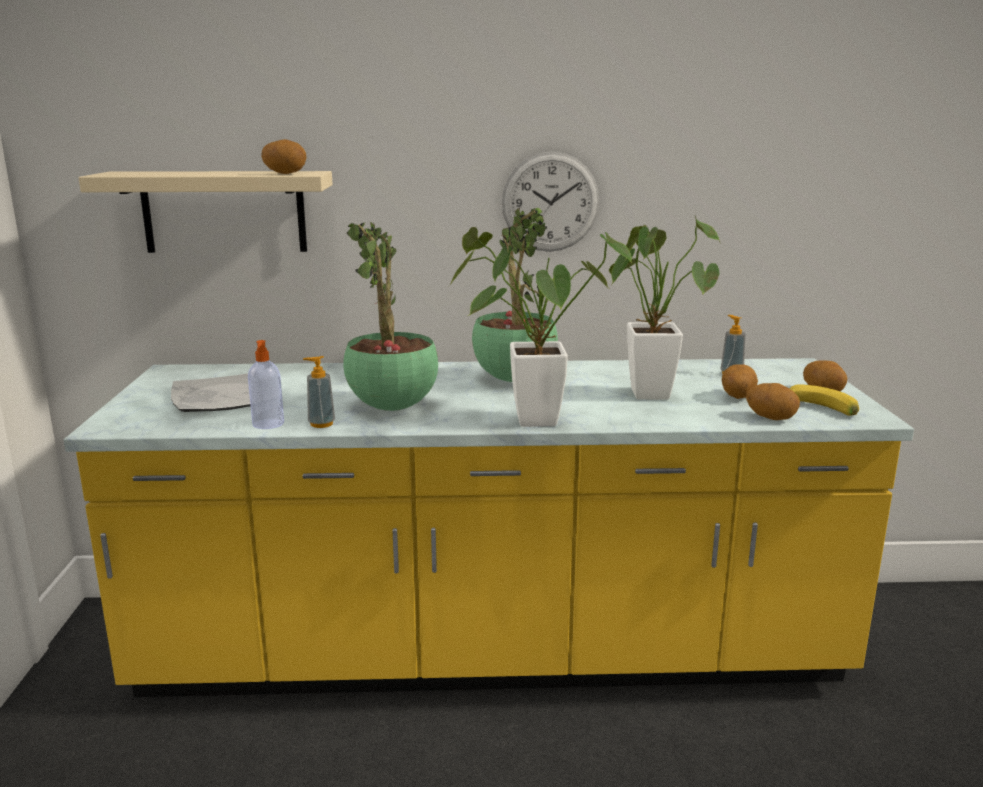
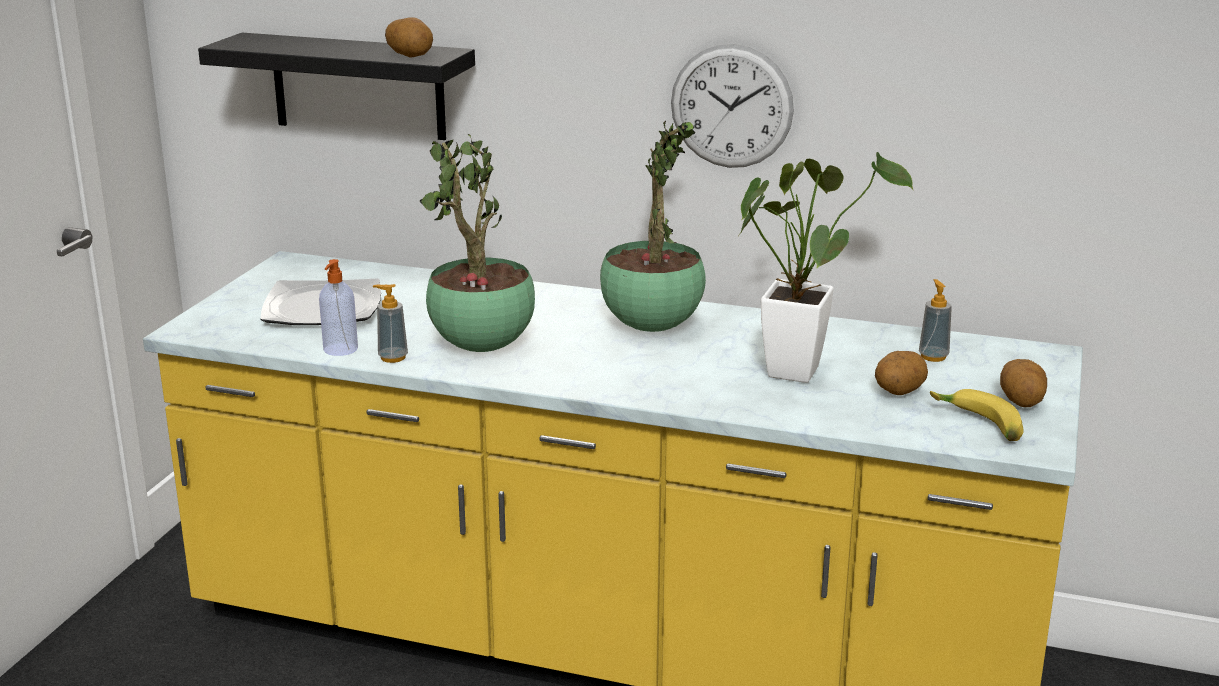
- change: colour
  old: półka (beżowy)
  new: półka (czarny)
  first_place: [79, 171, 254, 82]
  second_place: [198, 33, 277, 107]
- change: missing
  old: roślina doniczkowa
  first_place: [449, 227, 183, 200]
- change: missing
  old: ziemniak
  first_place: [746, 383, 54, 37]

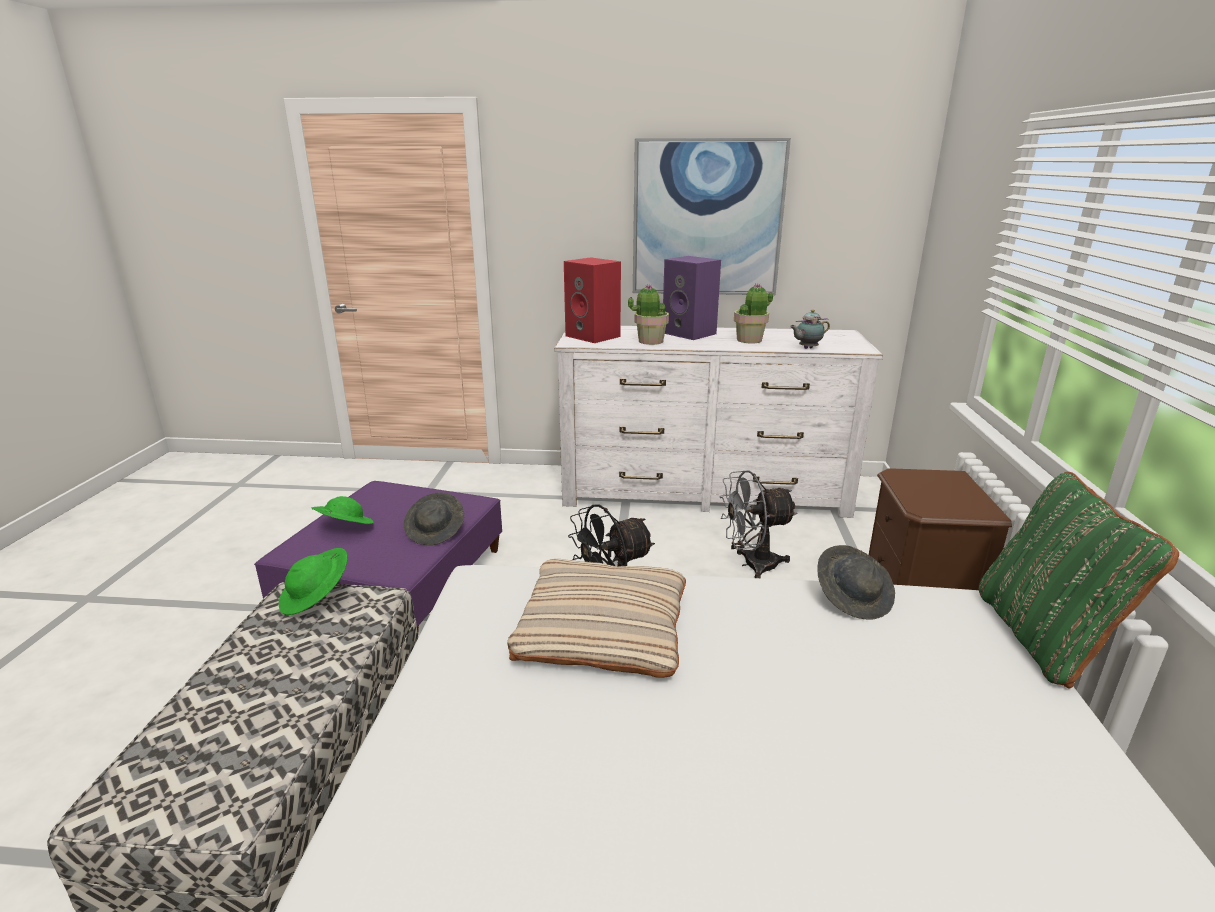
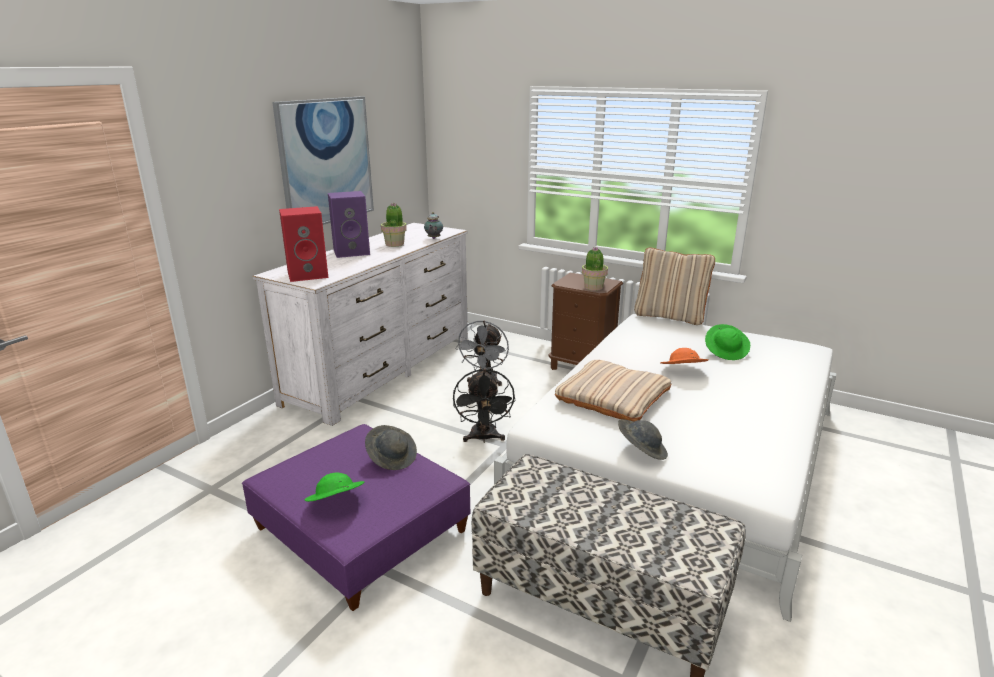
- change: relocated
  old: kapelusz (zielony)
  first_place: [279, 548, 68, 67]
  second_place: [705, 324, 45, 36]
- change: relocated
  old: roślina doniczkowa
  first_place: [628, 284, 41, 61]
  second_place: [582, 247, 26, 44]
- change: relocated
  old: kapelusz (szary)
  first_place: [817, 545, 78, 75]
  second_place: [618, 419, 50, 41]
- change: colour
  old: poduszka (zielony)
  new: poduszka (beżowy)
  first_place: [979, 472, 200, 217]
  second_place: [634, 248, 81, 77]
- change: appeared
  new: kapelusz (pomarańczowy)
  second_place: [660, 348, 49, 16]

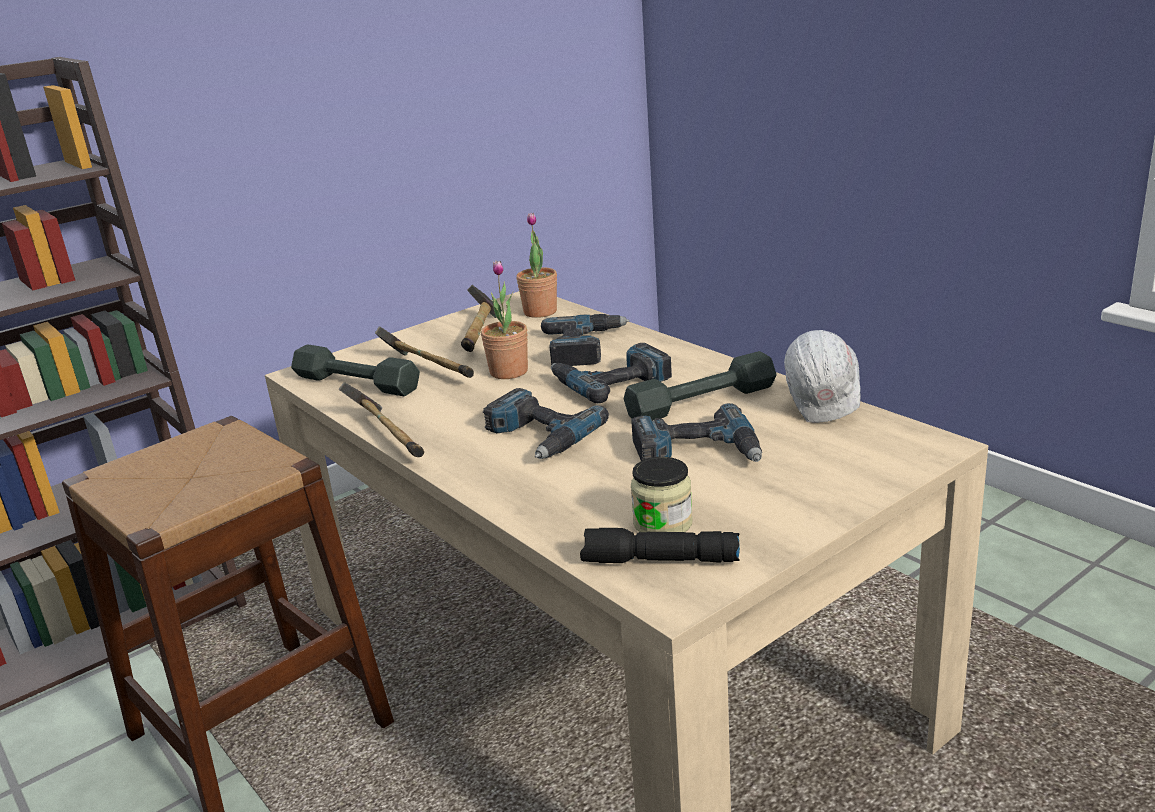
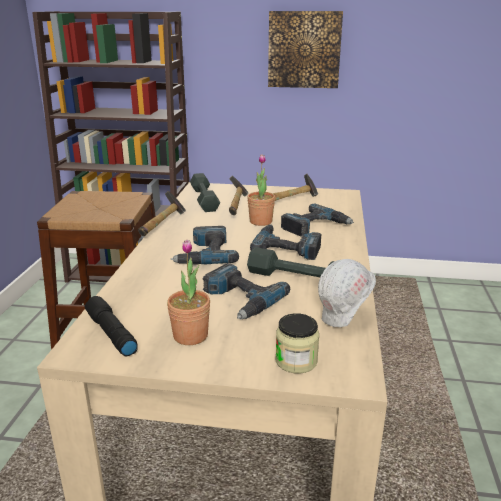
- change: relocated
  old: roślina doniczkowa
  first_place: [516, 212, 41, 106]
  second_place: [167, 240, 43, 105]
- change: relocated
  old: słoik
  first_place: [631, 457, 62, 75]
  second_place: [276, 313, 44, 61]
- change: appeared
  new: obraz
  second_place: [268, 11, 75, 77]

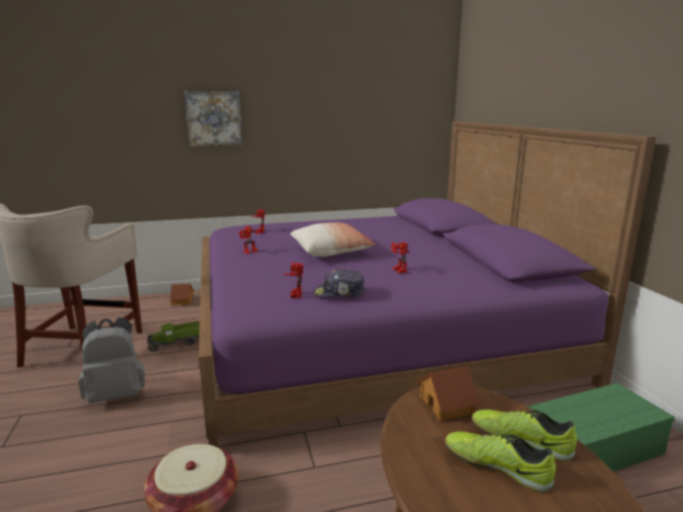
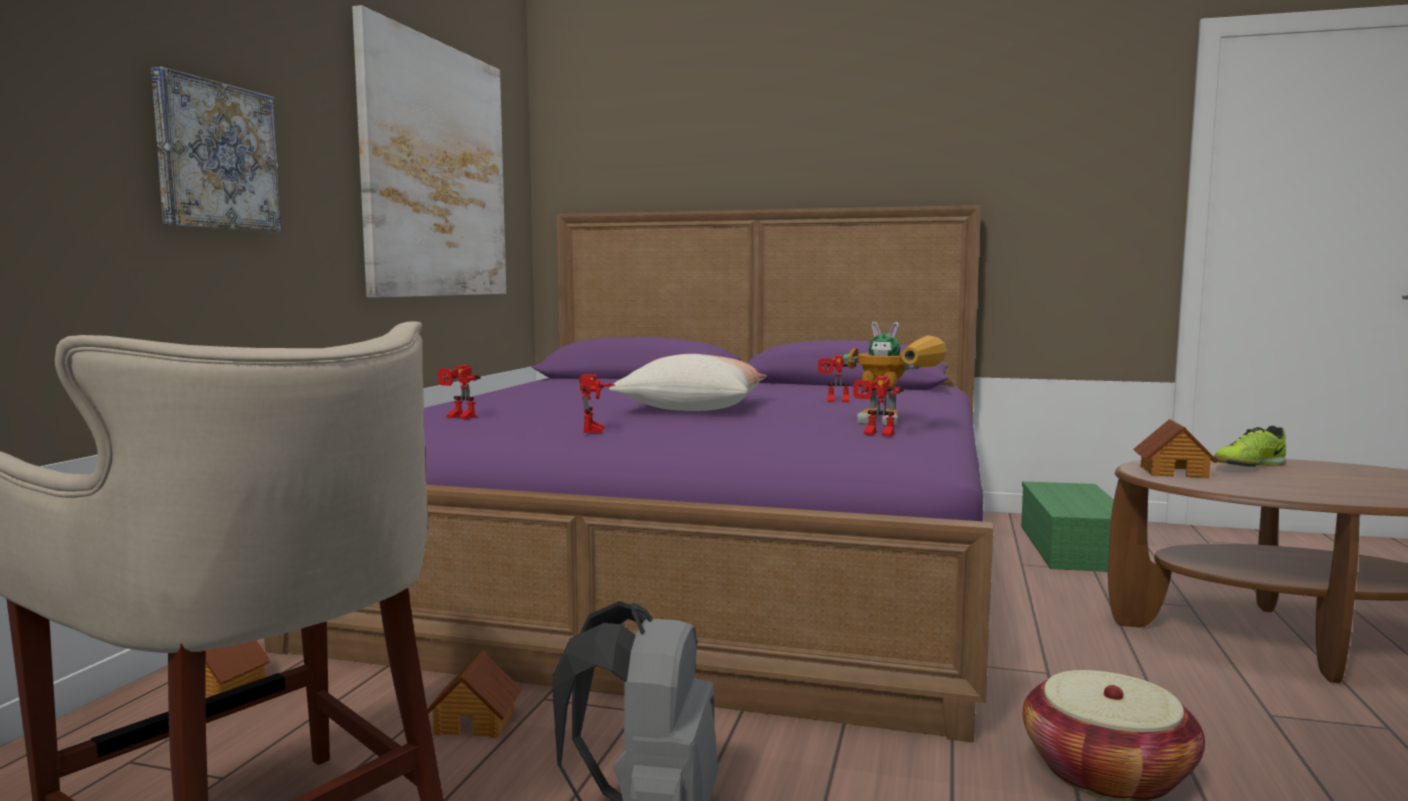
- change: exchanged
  old: ciężarówka zabawkowa
  new: domek
  first_place: [146, 321, 54, 31]
  second_place: [428, 650, 94, 88]
- change: exchanged
  old: czapka z daszkiem
  new: robot zabawkowy
  first_place: [313, 269, 52, 28]
  second_place: [843, 322, 104, 103]
- change: missing
  old: but
  first_place: [445, 432, 111, 60]
- change: appeared
  new: obraz
  second_place: [352, 5, 154, 293]

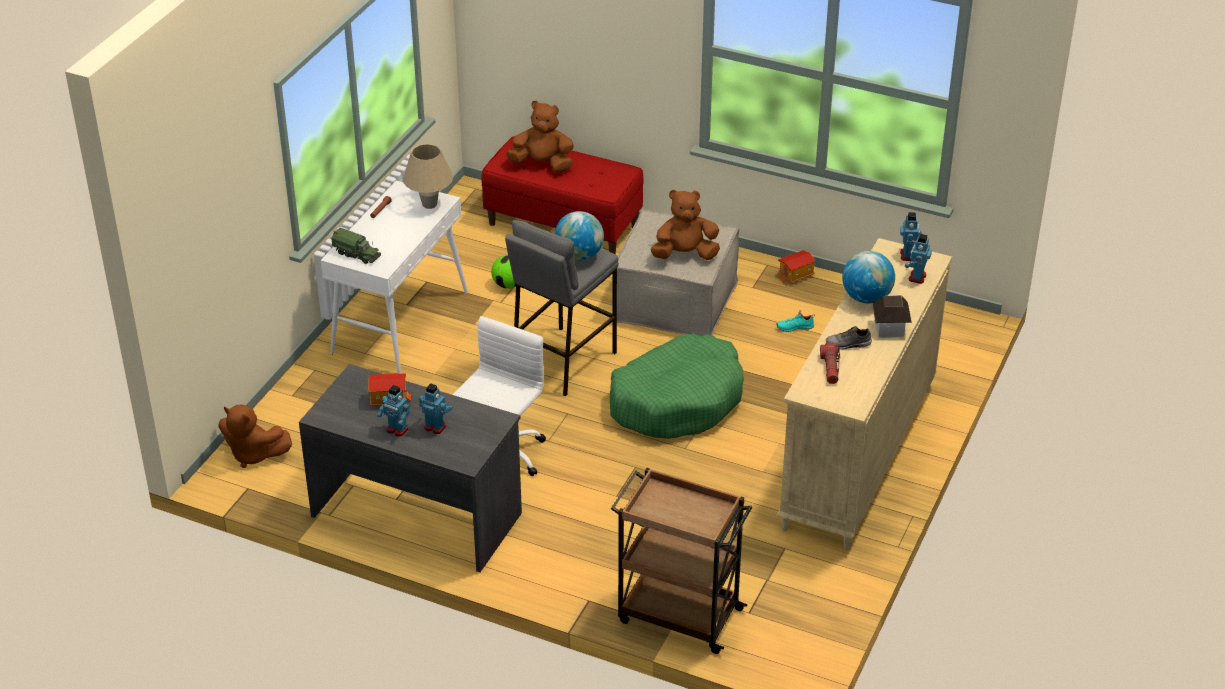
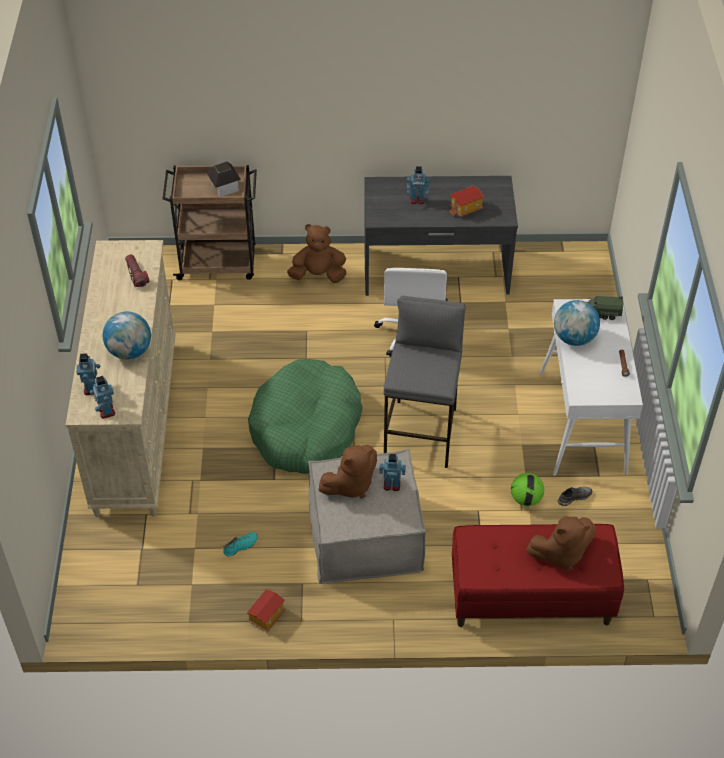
- change: relocated
  old: pluszak (brązowy)
  first_place: [218, 405, 74, 63]
  second_place: [287, 224, 59, 59]
- change: relocated
  old: robot zabawkowy
  first_place: [377, 385, 33, 51]
  second_place: [379, 454, 27, 37]
- change: missing
  old: lampa stołowa (beżowy)
  first_place: [403, 144, 50, 65]
- change: relocated
  old: globus
  first_place: [555, 211, 49, 50]
  second_place: [554, 300, 46, 46]
- change: relocated
  old: but (szary)
  first_place: [826, 326, 46, 24]
  second_place: [558, 487, 34, 19]
- change: relocated
  old: domek
  first_place: [872, 295, 40, 43]
  second_place: [206, 162, 35, 35]

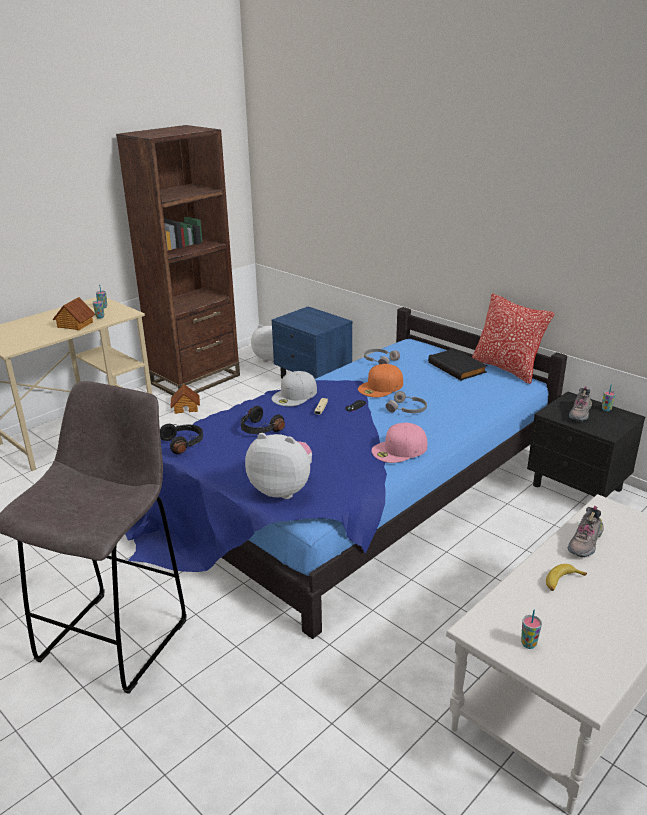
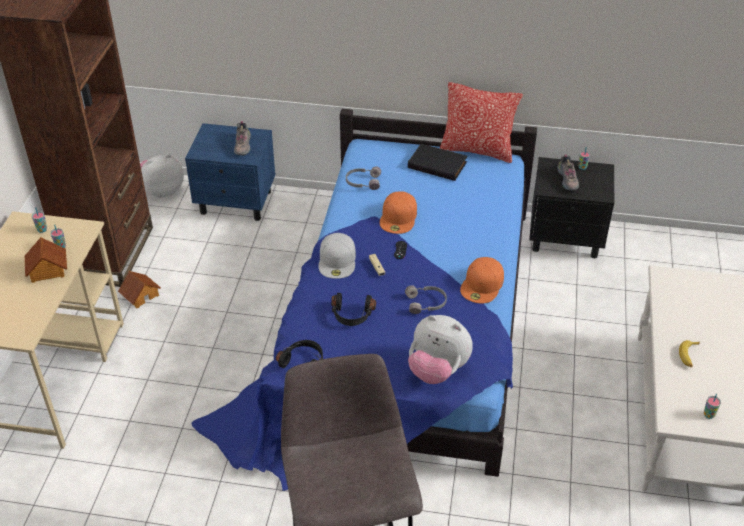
- change: spun
  old: pluszak
  first_place: [245, 433, 67, 66]
  second_place: [408, 315, 65, 69]
  degrees: -135
- change: colour
  old: czapka z daszkiem (różowy)
  new: czapka z daszkiem (pomarańczowy)
  first_place: [371, 423, 56, 40]
  second_place: [460, 257, 44, 47]
- change: relocated
  old: słuchawki (szary)
  first_place: [386, 391, 41, 22]
  second_place: [405, 285, 42, 29]
- change: relocated
  old: but
  first_place: [568, 506, 36, 52]
  second_place: [234, 121, 17, 35]

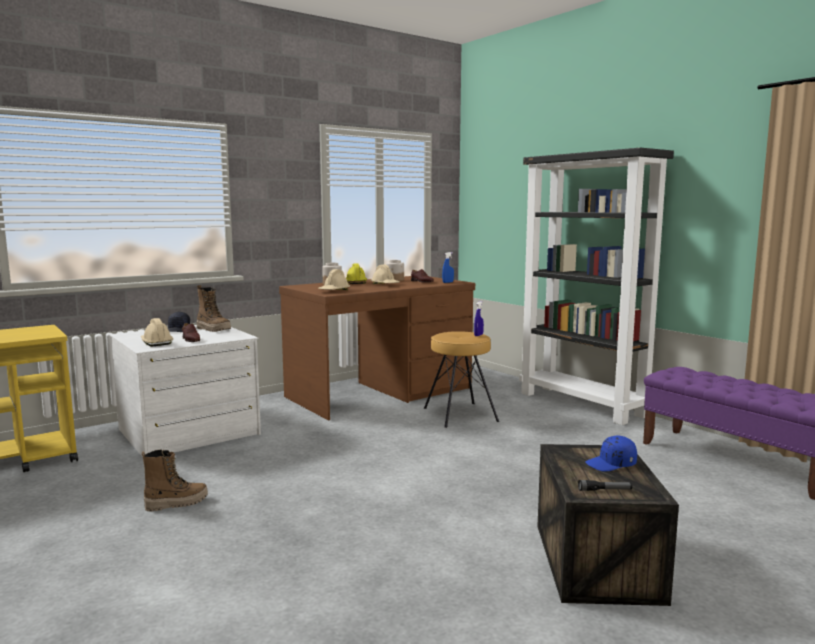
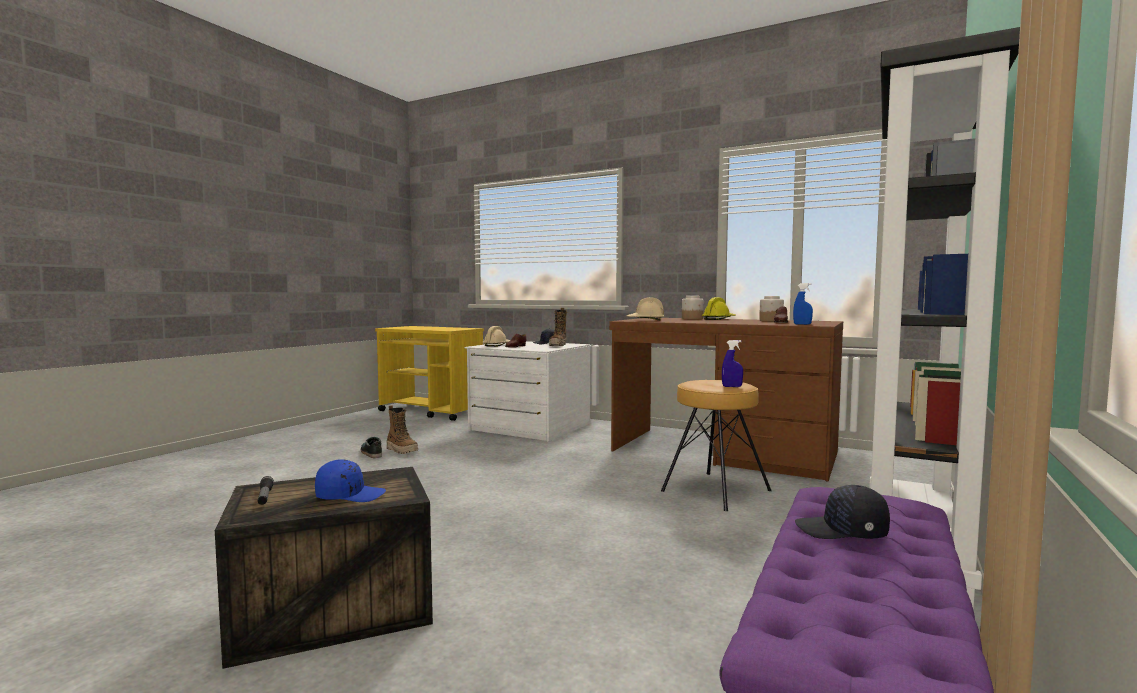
- change: missing
  old: kask (beżowy)
  first_place: [371, 265, 29, 19]
- change: spun
  old: czapka z daszkiem (niebieski)
  first_place: [585, 436, 52, 35]
  second_place: [315, 459, 71, 43]
  degrees: 120
- change: appeared
  new: but
  second_place: [361, 437, 21, 21]
- change: appeared
  new: czapka z daszkiem (czarny)
  second_place: [795, 485, 95, 54]

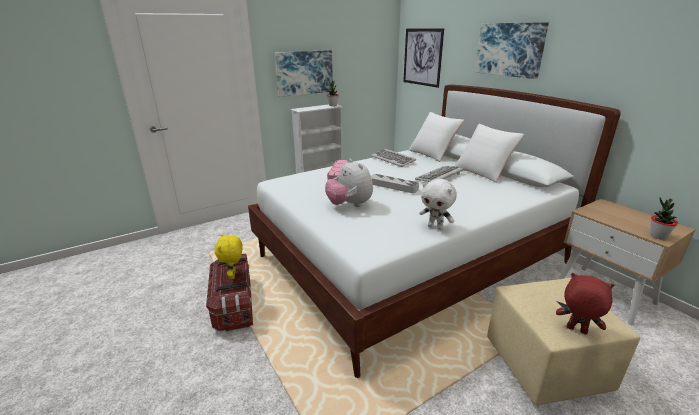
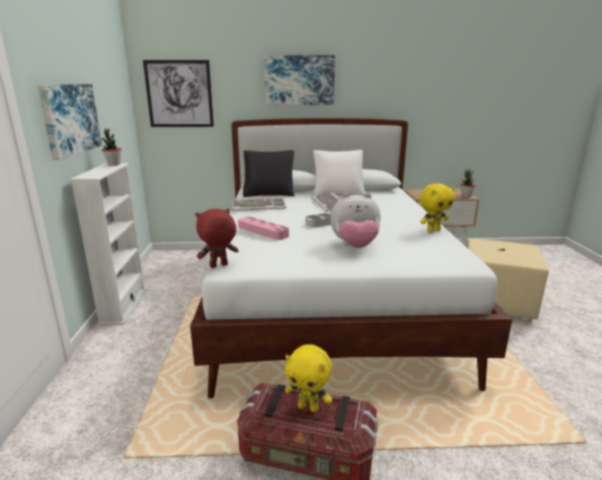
- change: colour
  old: poduszka (biały)
  new: poduszka (czarny)
  first_place: [409, 112, 55, 50]
  second_place: [243, 150, 52, 47]
- change: colour
  old: pluszak (biały)
  new: pluszak (żółty)
  first_place: [419, 179, 38, 51]
  second_place: [420, 184, 35, 48]
- change: relocated
  old: pluszak (czerwony)
  first_place: [556, 273, 58, 62]
  second_place: [195, 208, 43, 60]

